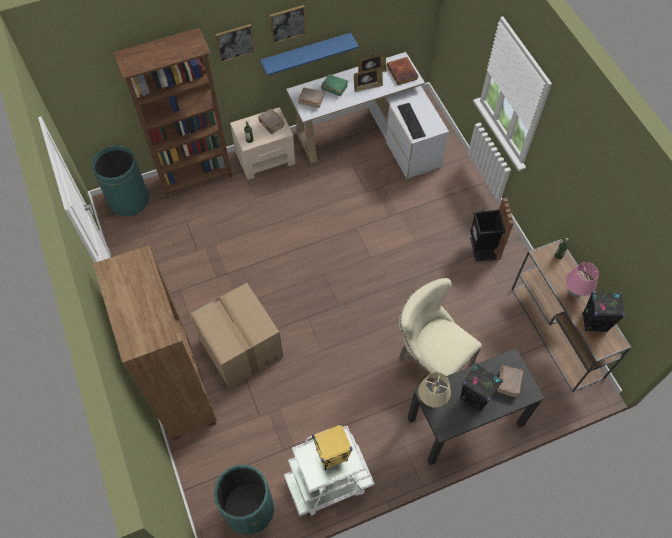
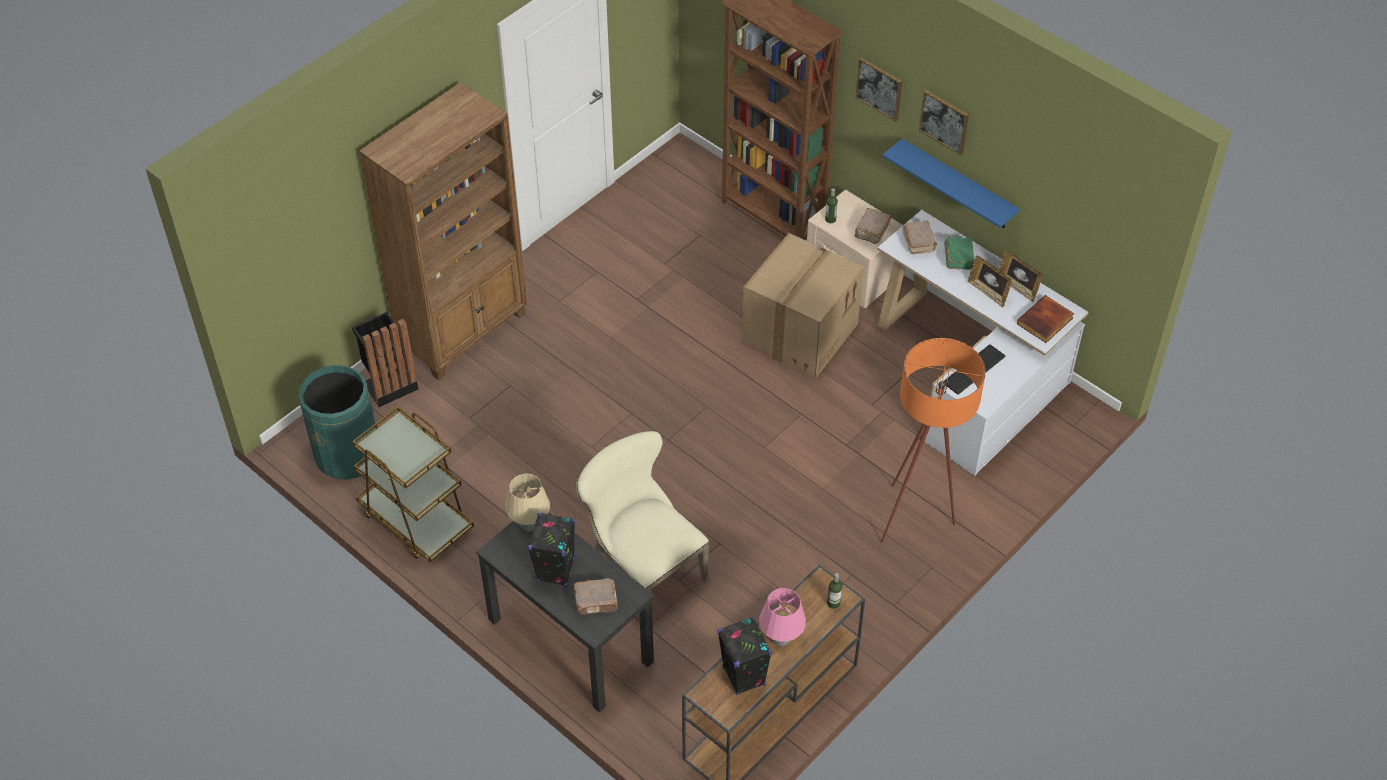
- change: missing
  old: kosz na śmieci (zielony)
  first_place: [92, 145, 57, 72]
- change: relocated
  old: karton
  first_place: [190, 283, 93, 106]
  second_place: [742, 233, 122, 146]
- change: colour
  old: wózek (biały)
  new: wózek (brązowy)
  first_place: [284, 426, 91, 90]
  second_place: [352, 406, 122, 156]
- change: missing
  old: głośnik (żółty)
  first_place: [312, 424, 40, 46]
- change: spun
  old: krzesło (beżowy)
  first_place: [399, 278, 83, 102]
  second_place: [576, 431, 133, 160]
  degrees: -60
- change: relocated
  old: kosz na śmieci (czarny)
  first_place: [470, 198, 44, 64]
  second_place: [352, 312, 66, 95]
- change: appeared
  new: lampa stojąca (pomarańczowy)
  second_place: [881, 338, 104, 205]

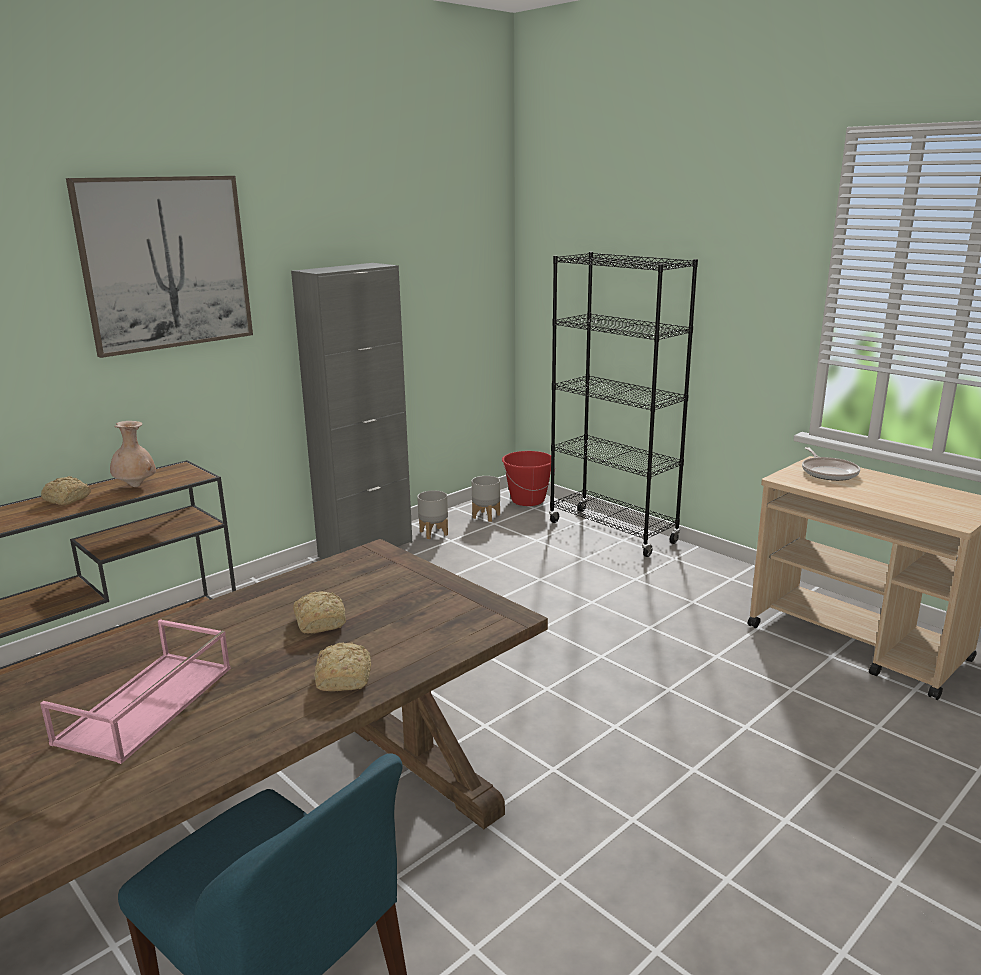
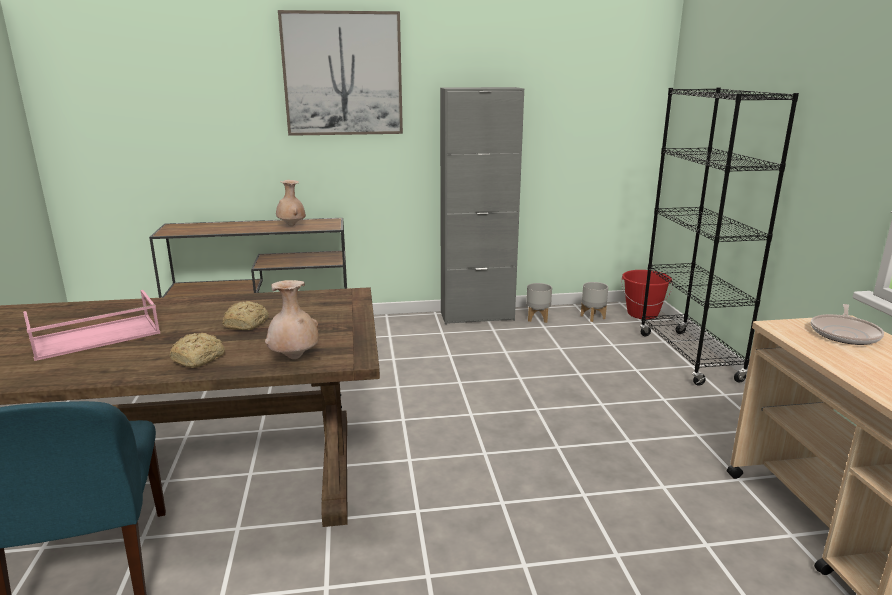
- change: missing
  old: chleb
  first_place: [41, 476, 50, 29]
- change: appeared
  new: wazon (beżowy)
  second_place: [265, 280, 54, 79]

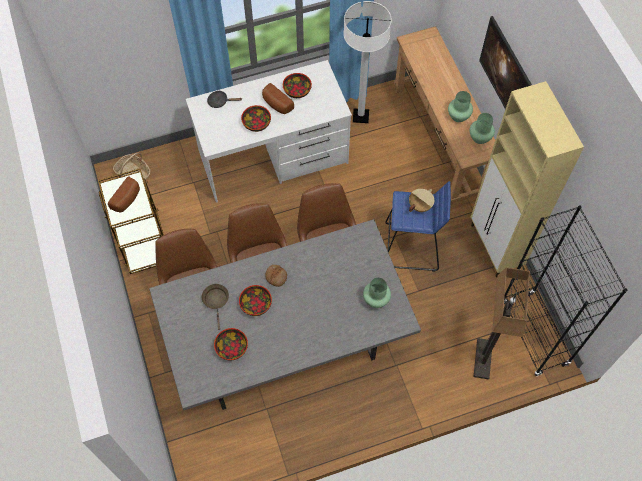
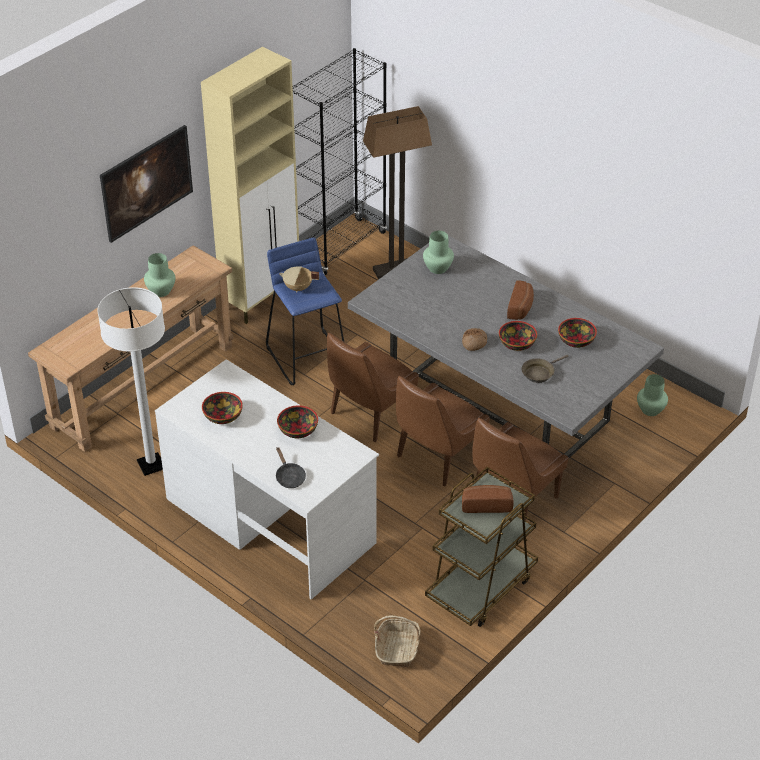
- change: relocated
  old: chleb
  first_place: [262, 83, 32, 31]
  second_place: [507, 280, 27, 40]
- change: relocated
  old: wazon (zielony)
  first_place: [470, 113, 25, 31]
  second_place: [637, 374, 31, 42]

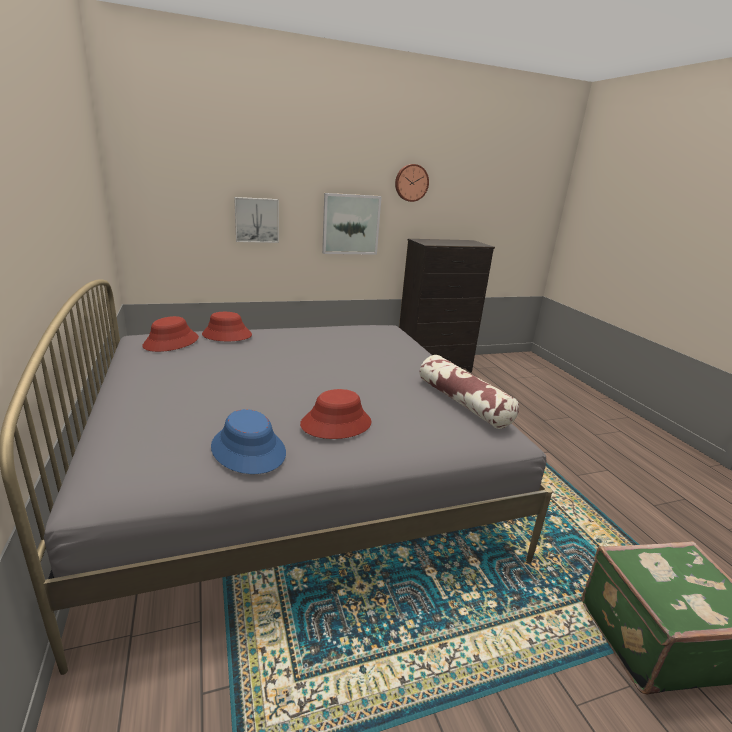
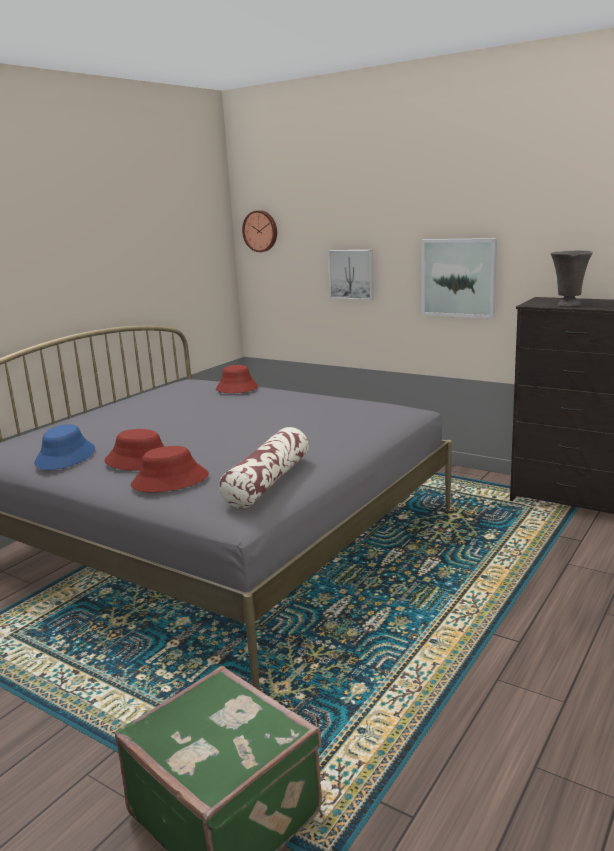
- change: relocated
  old: kapelusz (czerwony)
  first_place: [142, 316, 57, 36]
  second_place: [131, 446, 78, 46]
- change: relocated
  old: zegar ścienny
  first_place: [395, 164, 34, 38]
  second_place: [242, 210, 35, 42]
- change: appeared
  new: wazon (szary)
  second_place: [551, 250, 42, 56]

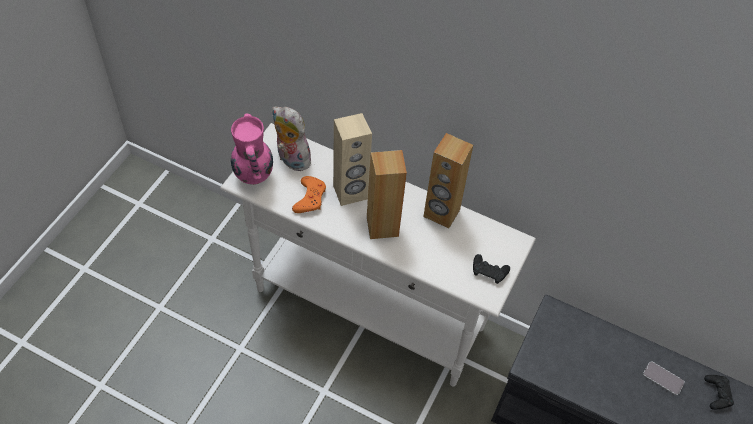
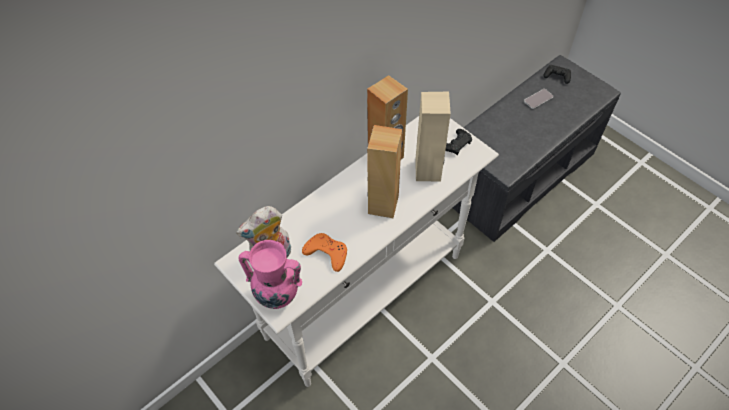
- change: relocated
  old: głośnik (beżowy)
  first_place: [333, 113, 39, 93]
  second_place: [415, 92, 36, 89]

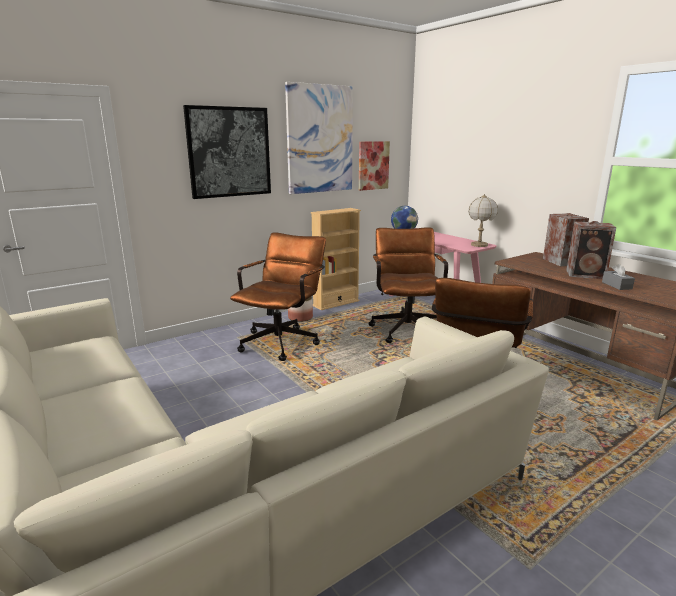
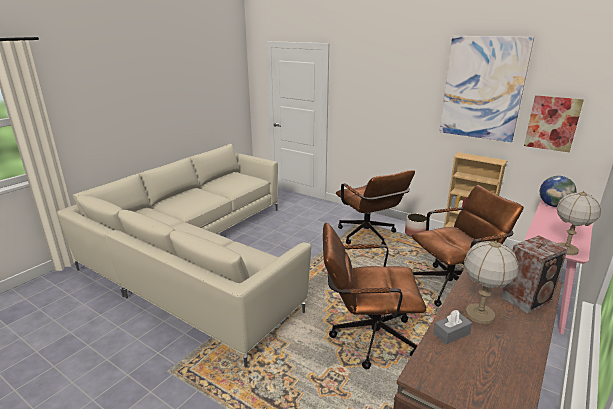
- change: missing
  old: obraz
  first_place: [183, 105, 88, 94]
- change: spun
  old: krzesło biurowe (brązowy)
  first_place: [230, 232, 96, 129]
  second_place: [336, 170, 79, 75]
  degrees: 60
- change: exchanged
  old: głośnik
  new: lampa stołowa
  first_place: [566, 221, 50, 58]
  second_place: [464, 240, 55, 84]

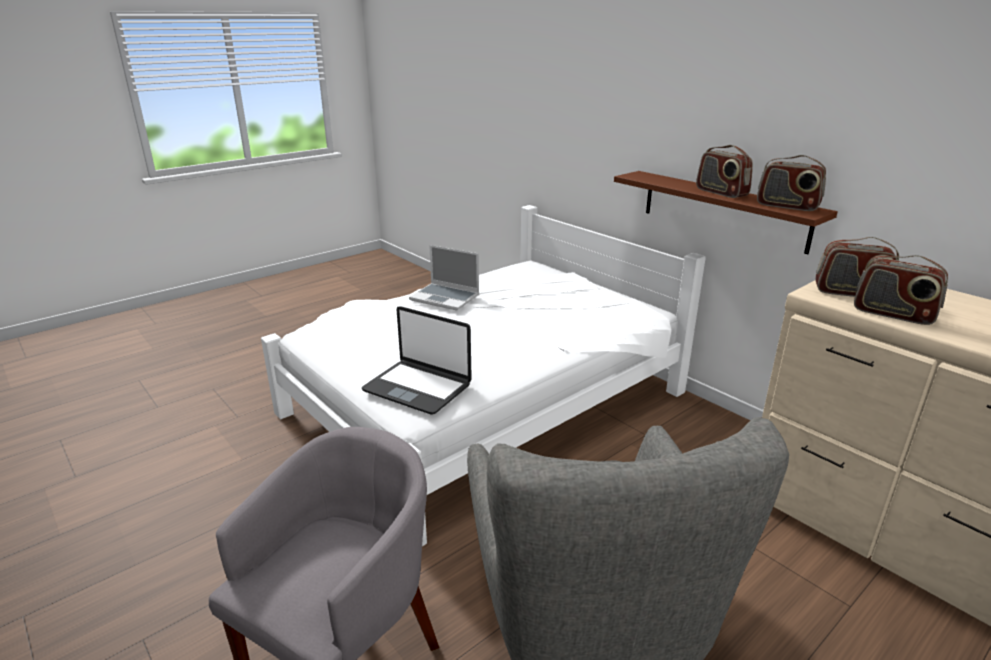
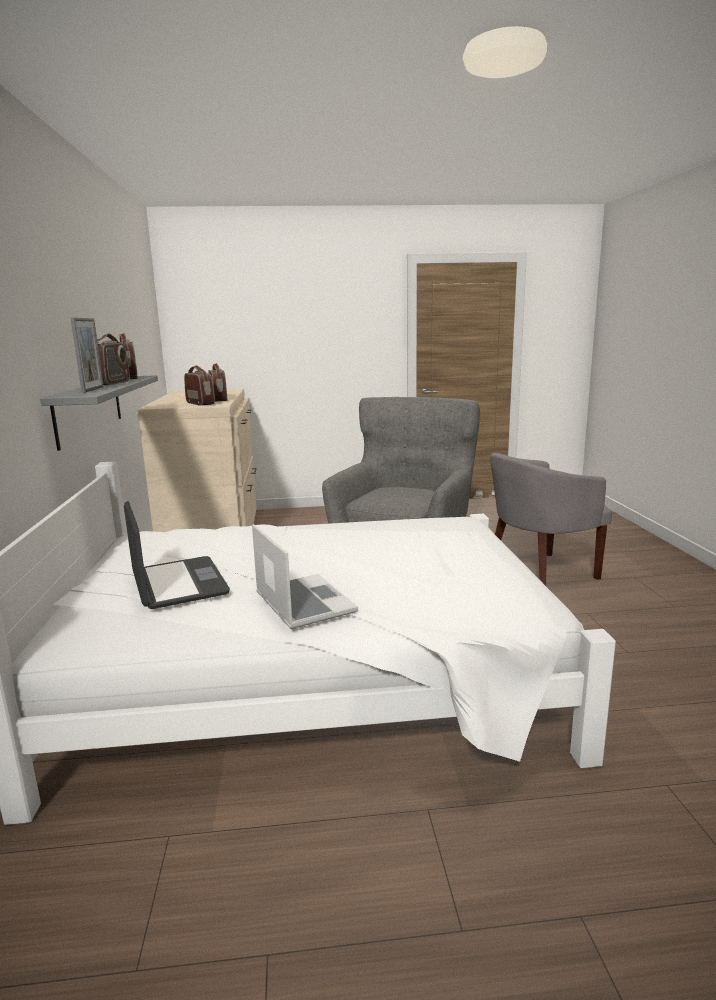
- change: relocated
  old: laptop
  first_place: [362, 306, 110, 108]
  second_place: [124, 501, 106, 108]
- change: colour
  old: półka (brązowy)
  new: półka (szary)
  first_place: [614, 171, 224, 83]
  second_place: [40, 375, 118, 76]
- change: appeared
  new: ramka na zdjęcie
  second_place: [70, 317, 34, 76]

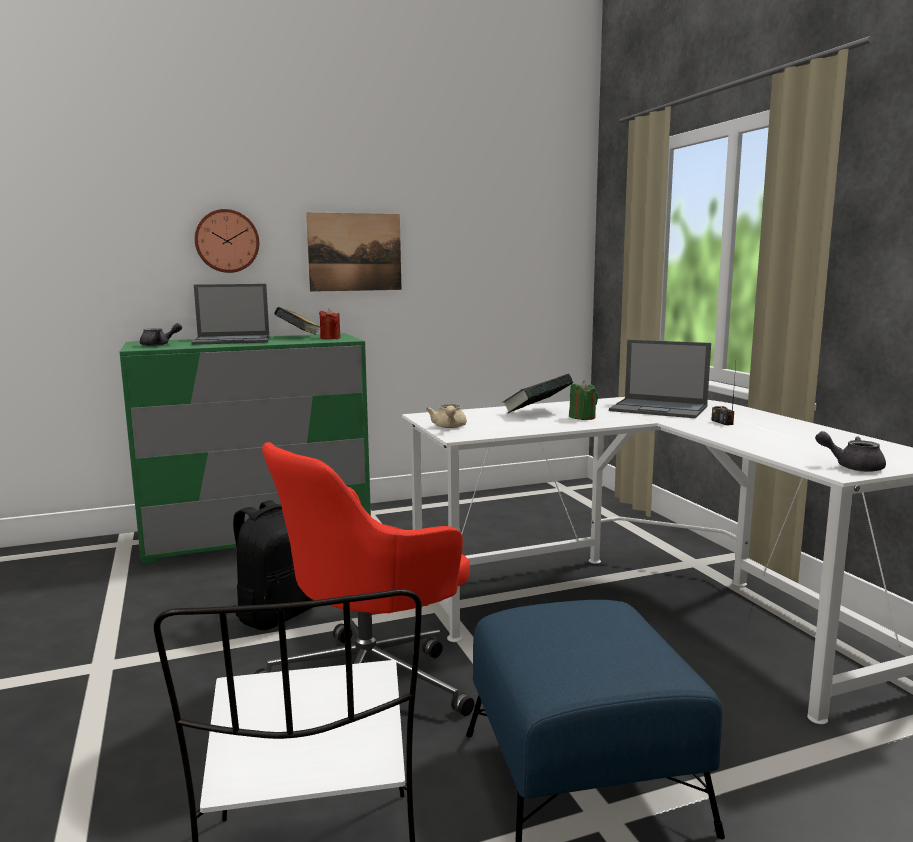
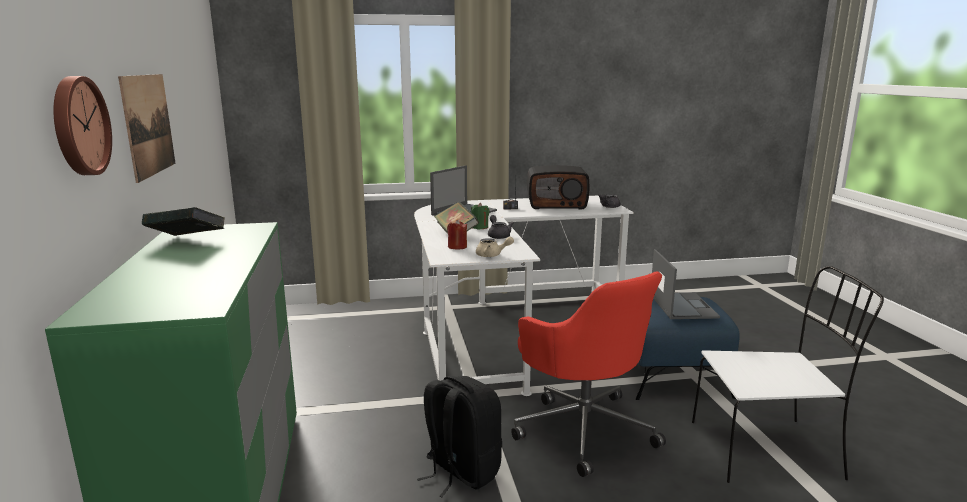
- change: relocated
  old: imbryk (szary)
  first_place: [140, 323, 42, 23]
  second_place: [488, 215, 25, 24]
- change: relocated
  old: laptop
  first_place: [191, 284, 78, 61]
  second_place: [652, 249, 68, 70]
- change: relocated
  old: świeca (czerwony)
  first_place: [319, 308, 22, 31]
  second_place: [447, 220, 20, 29]
- change: appeared
  new: radio
  second_place: [527, 165, 62, 44]

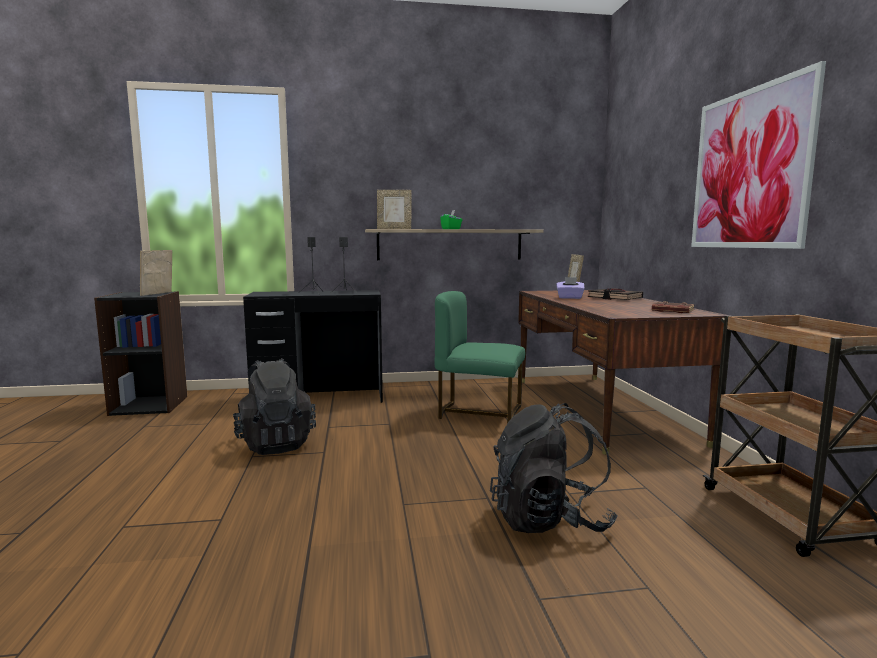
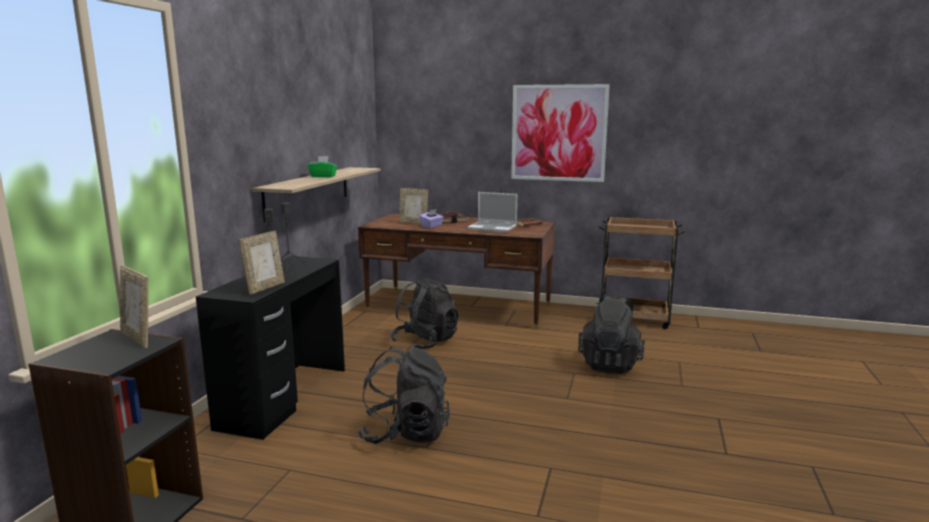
- change: relocated
  old: ramka na zdjęcie
  first_place: [377, 190, 35, 39]
  second_place: [239, 231, 46, 64]
- change: exchanged
  old: krzesło (zielony)
  new: plecak (czarny)
  first_place: [434, 291, 91, 132]
  second_place: [391, 278, 67, 71]
- change: appeared
  new: laptop
  second_place: [467, 192, 50, 41]

